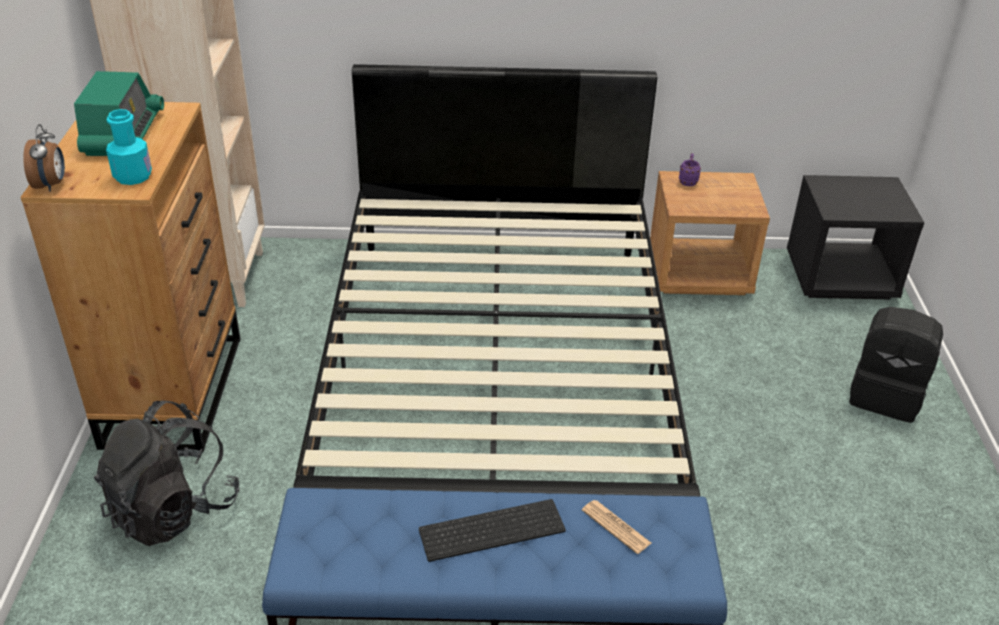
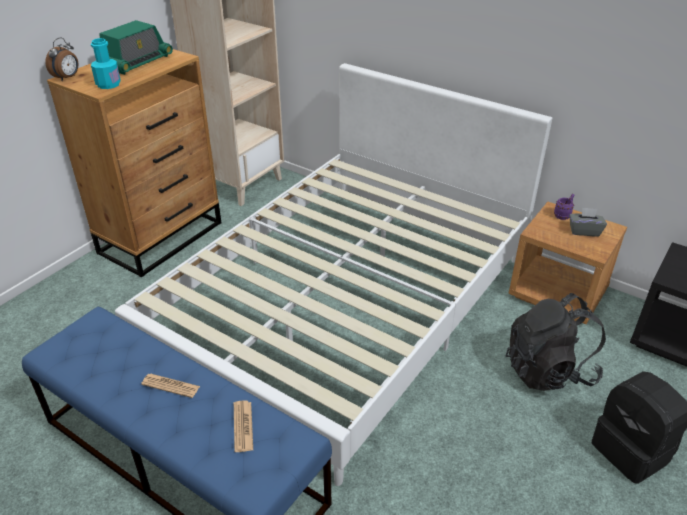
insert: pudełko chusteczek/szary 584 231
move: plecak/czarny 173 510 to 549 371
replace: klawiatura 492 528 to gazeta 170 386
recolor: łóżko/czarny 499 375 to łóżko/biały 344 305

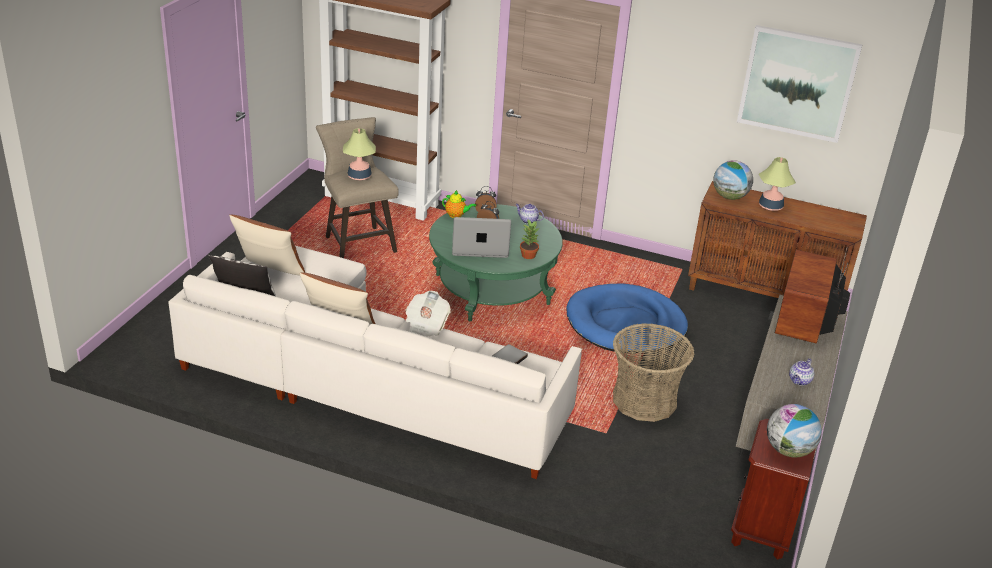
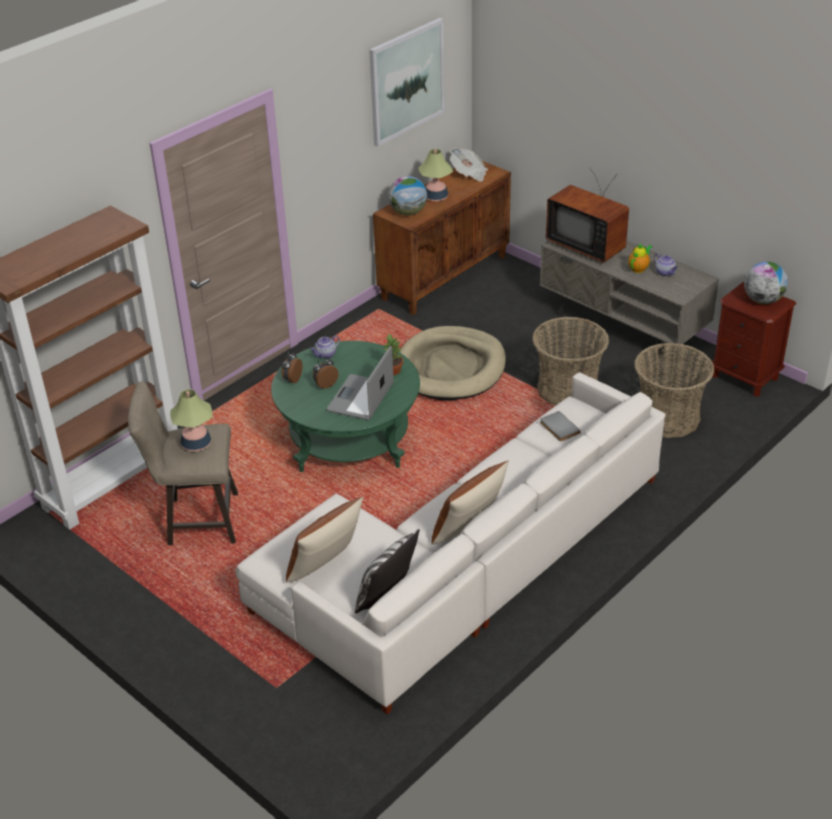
insert: koszyk 668 417
move: gazeta 425 325 to 469 174; imbryk 456 215 to 639 268
recolor: legowisko/niebieski 625 324 to legowisko/beżowy 450 368

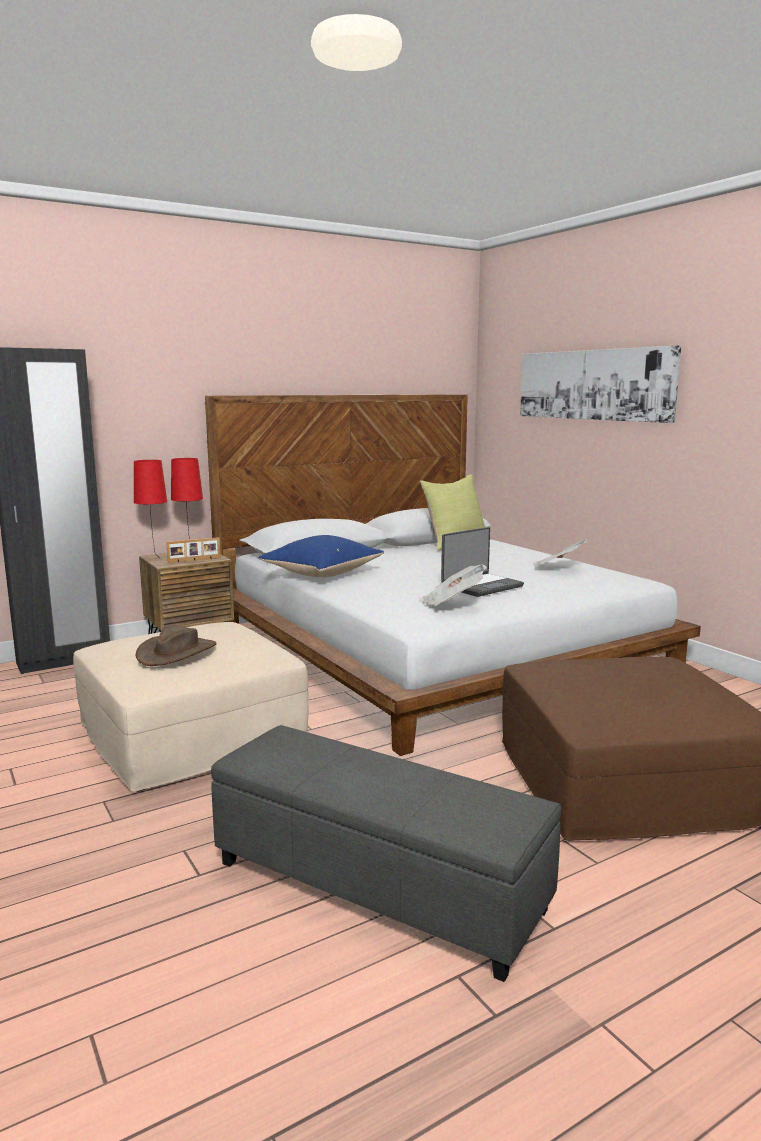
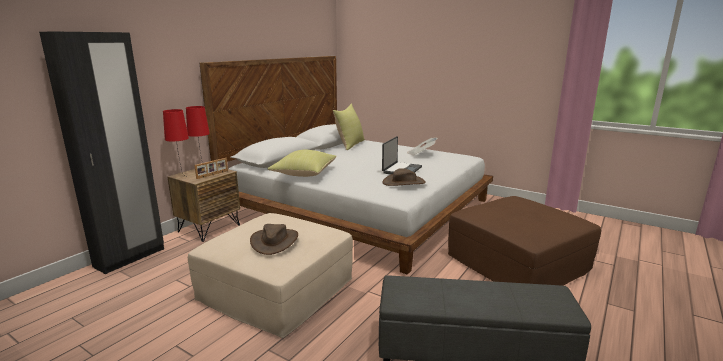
delete: obraz 593 385
replace: gazeta 451 602 to kapelusz/brązowy 404 182
recolor: poduszka/niebieski 322 574 to poduszka/żółty 304 174

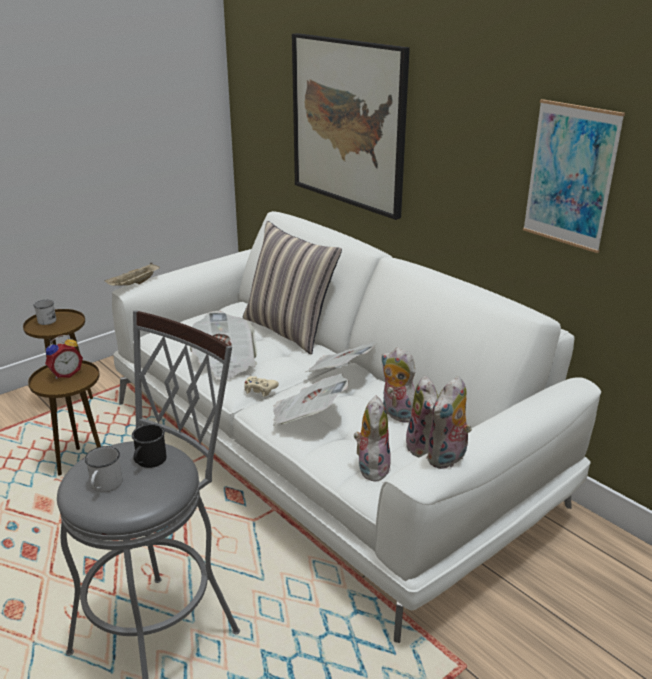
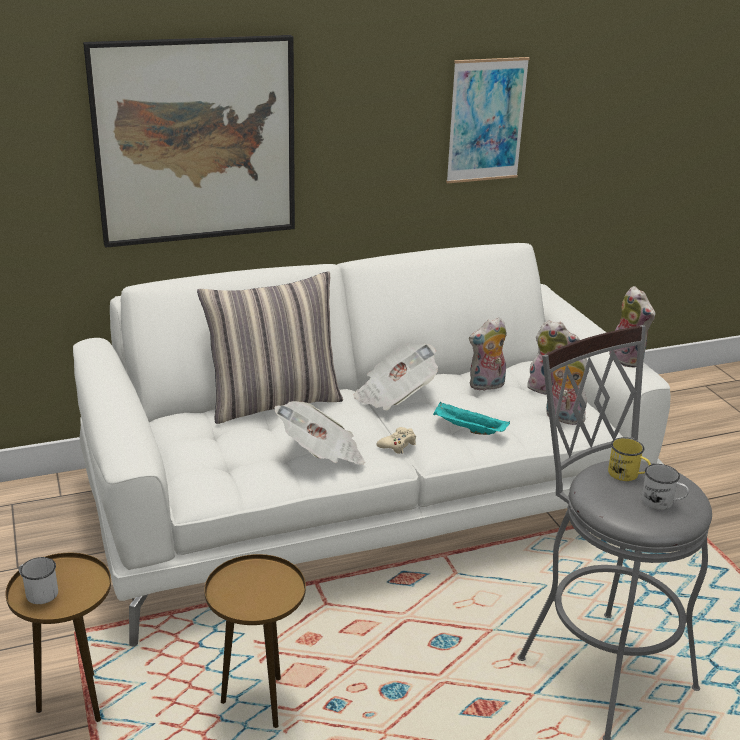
delete: budzik 65 374; taca/beżowy 134 284
replace: gazeta 307 417 to taca/turkusowy 468 429
recolor: kubek/czarny 149 462 to kubek/żółty 627 475

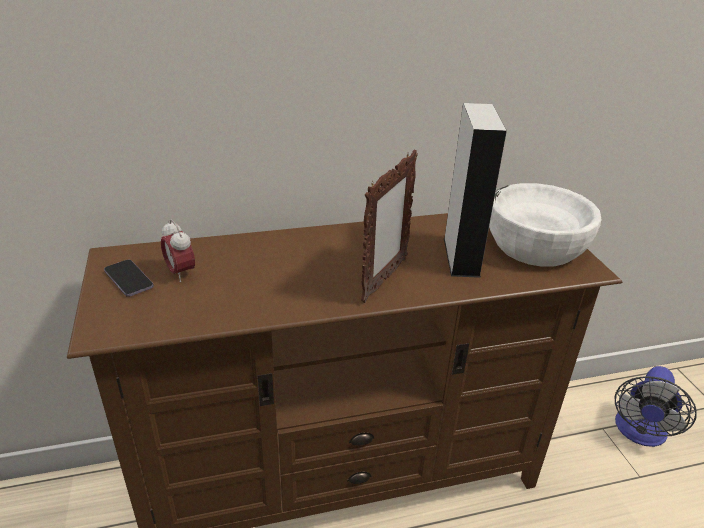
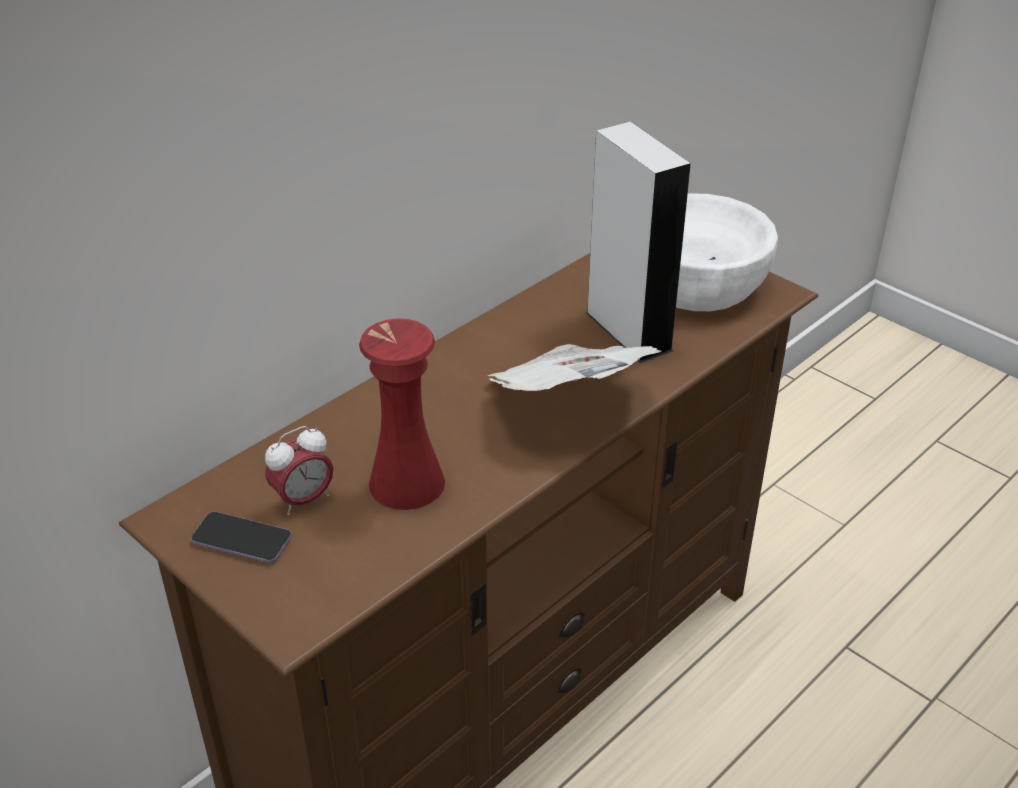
delete: wentylator 639 433
insert: wazon/czerwony 407 483
replace: ramka na zdjęcie 384 280 to gazeta 570 400
rotate: budzik 180 273 = 303 500 60 degrees counterclockwise

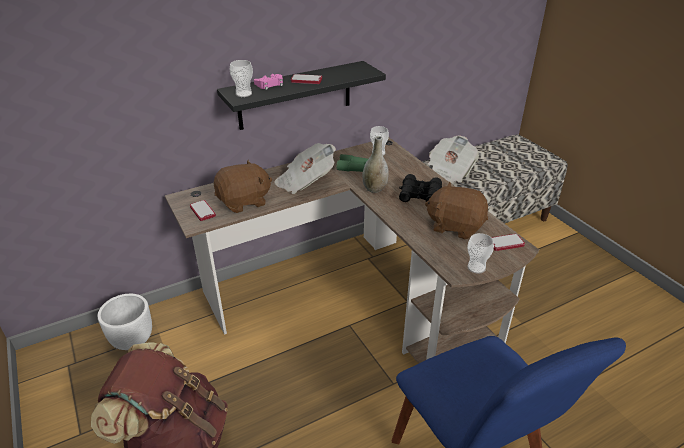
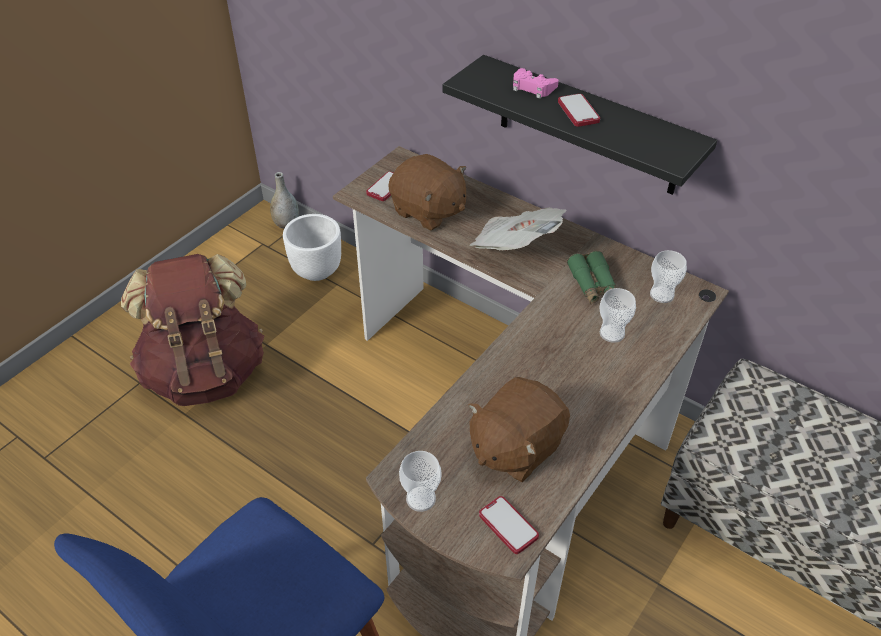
delete: lornetka/czarny 420 195; gazeta 449 172
move: wazon/szary 374 189 to 286 224; filiżanka 243 94 to 612 333
rotate: pluszak/brązowy 455 226 = 515 447 135 degrees counterclockwise

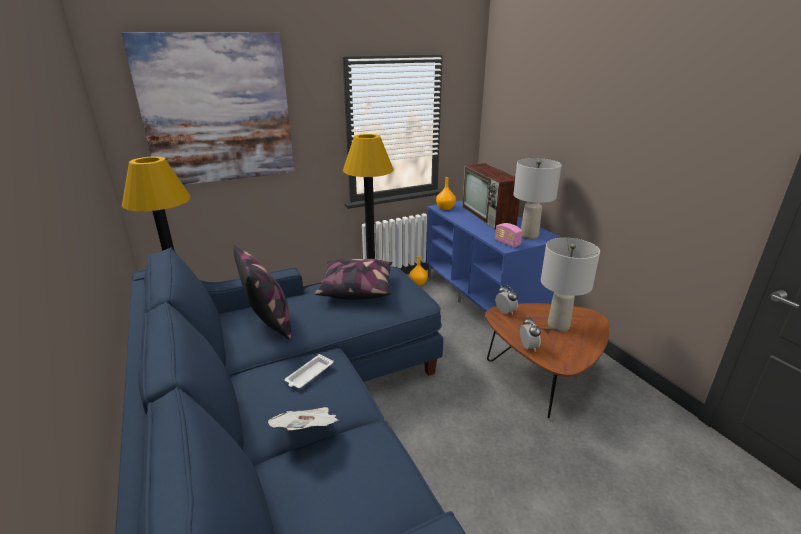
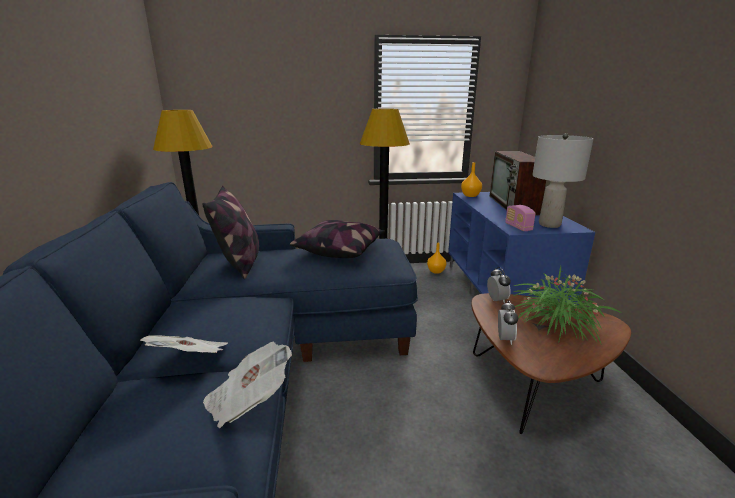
delete: obraz 218 110; taca/biały 309 375
insert: gazeta 249 400
replace: lampa stołowa/szary 557 326 to roślina doniczkowa 556 325

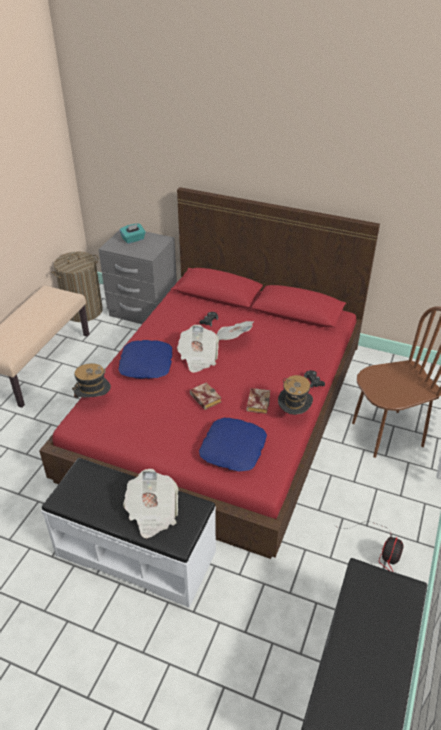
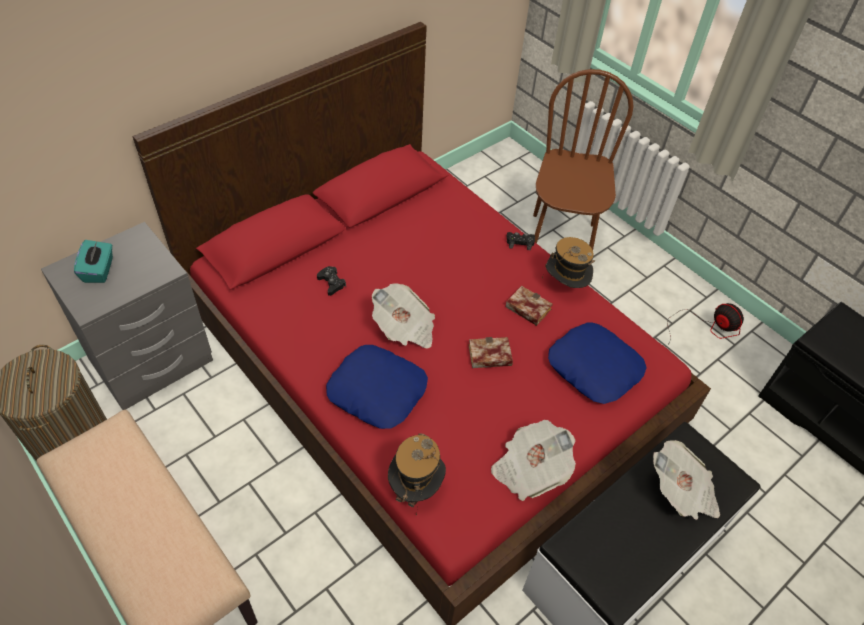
move: gazeta 232 339 to 529 469

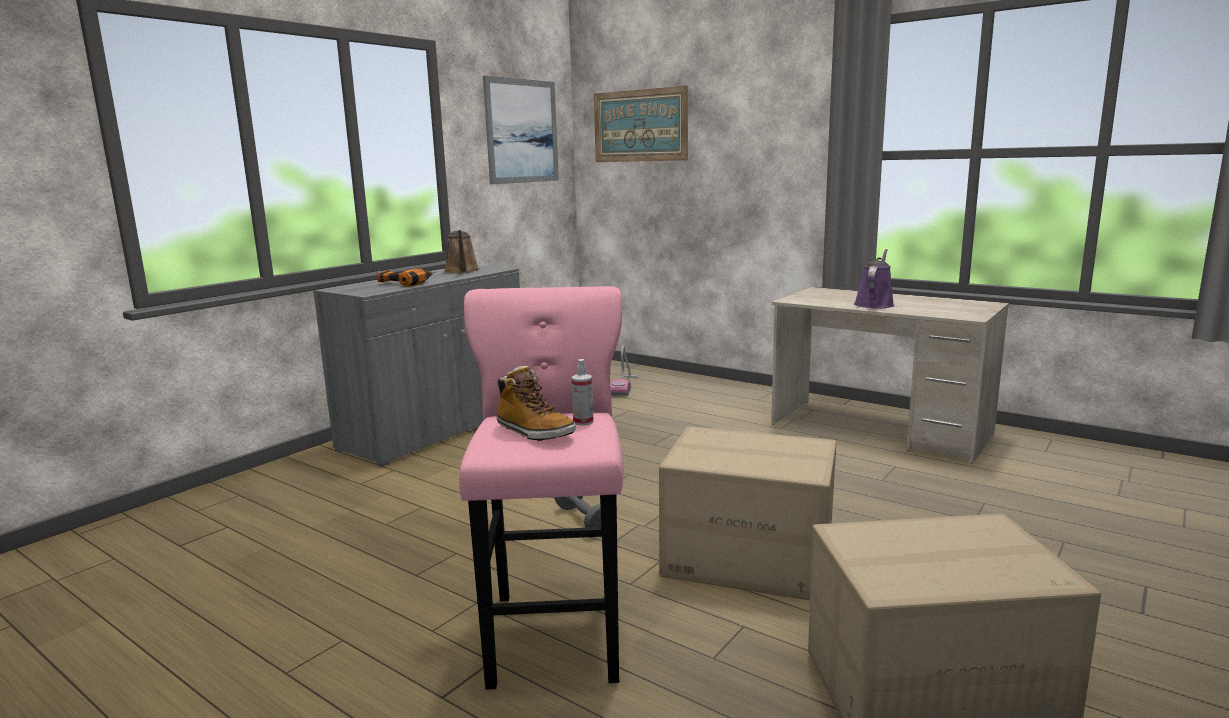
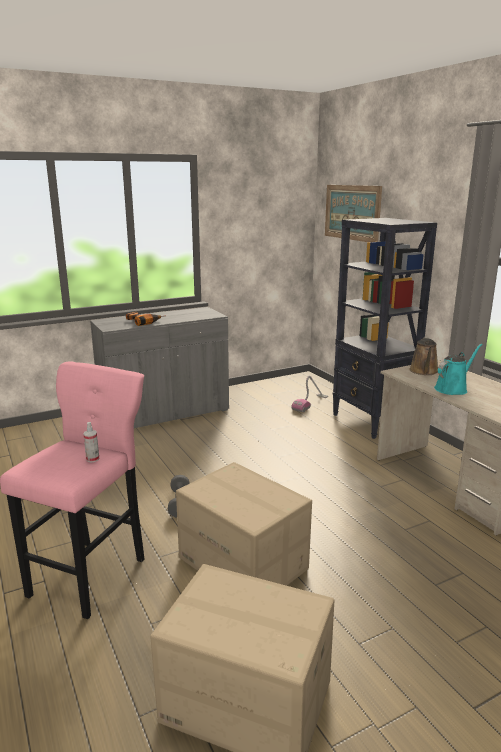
delete: obraz 522 131; but z cholewką 534 432
insert: regał/czarny 372 421
move: konewka/brązowy 462 271 to 424 371
recolor: konewka/fioletowy 874 304 to konewka/turkusowy 452 388

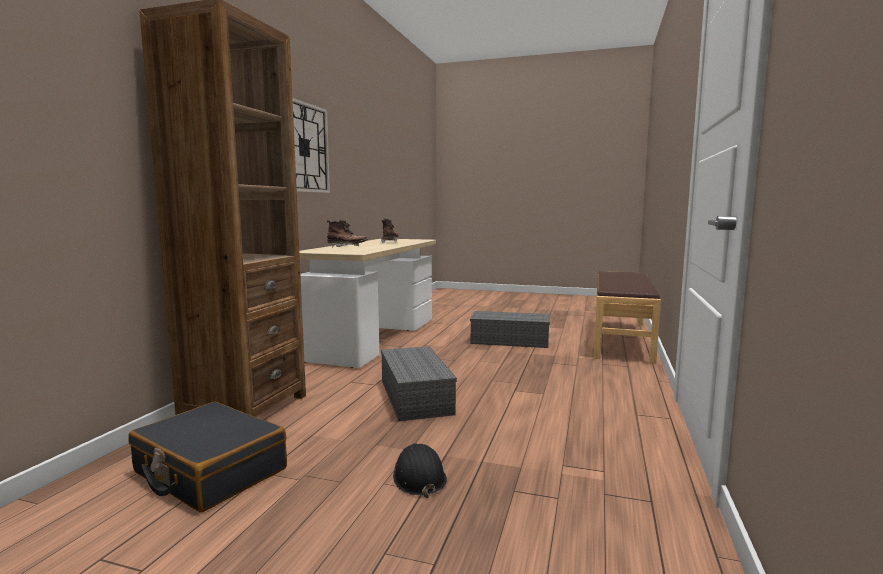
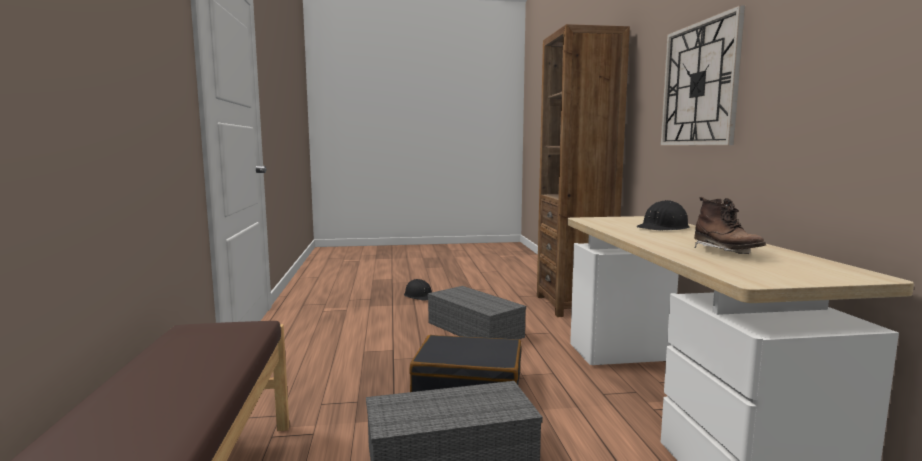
move: walizka/czarny 209 471 to 468 385
replace: but z cholewką/brązowy 347 247 to kask/czarny 663 227

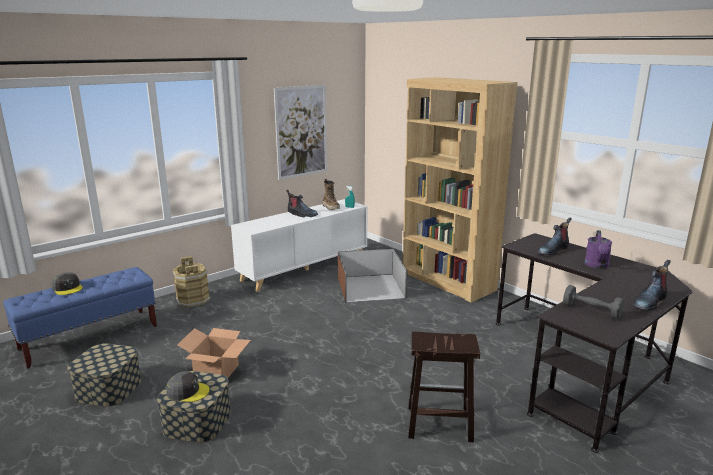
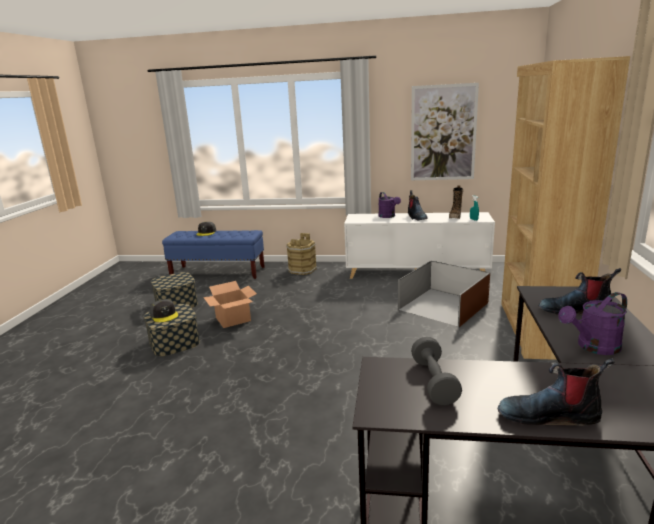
delete: stołek/brązowy 438 423
insert: konewka/fioletowy 388 216

